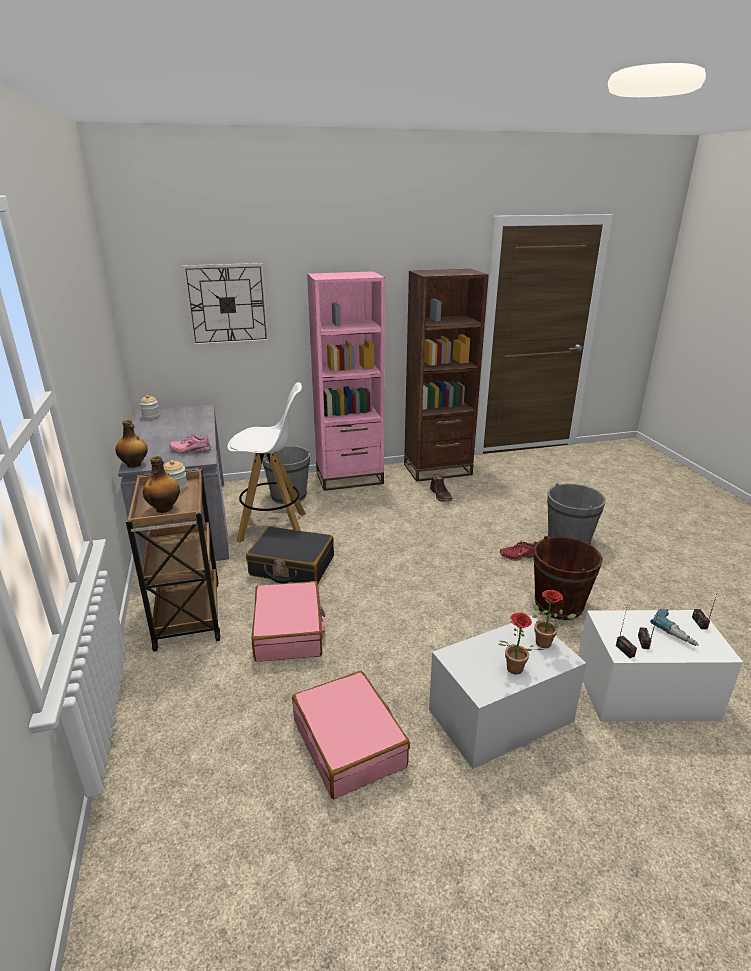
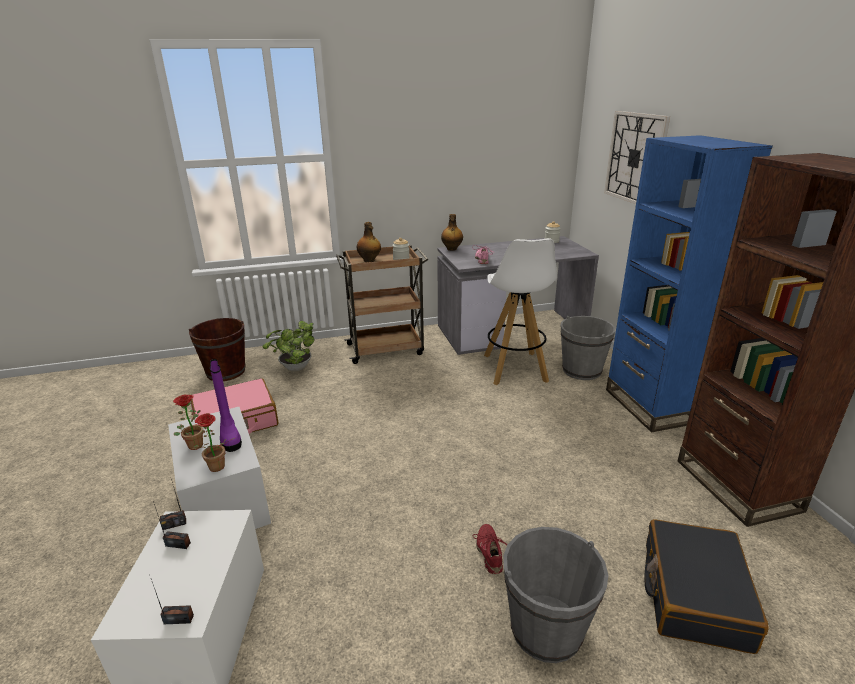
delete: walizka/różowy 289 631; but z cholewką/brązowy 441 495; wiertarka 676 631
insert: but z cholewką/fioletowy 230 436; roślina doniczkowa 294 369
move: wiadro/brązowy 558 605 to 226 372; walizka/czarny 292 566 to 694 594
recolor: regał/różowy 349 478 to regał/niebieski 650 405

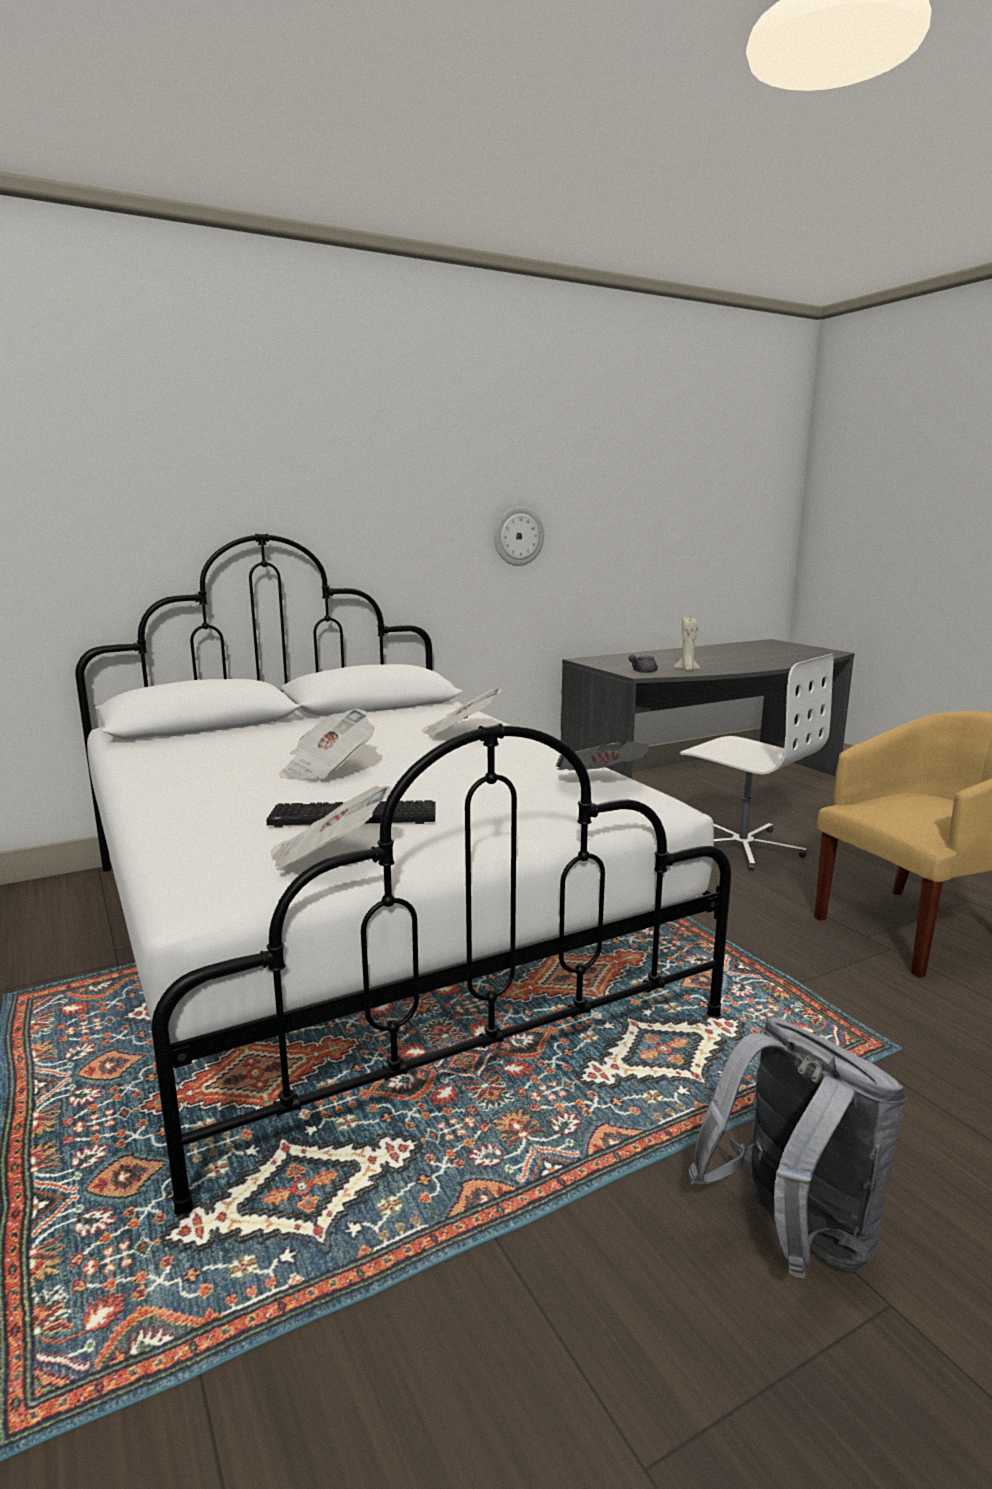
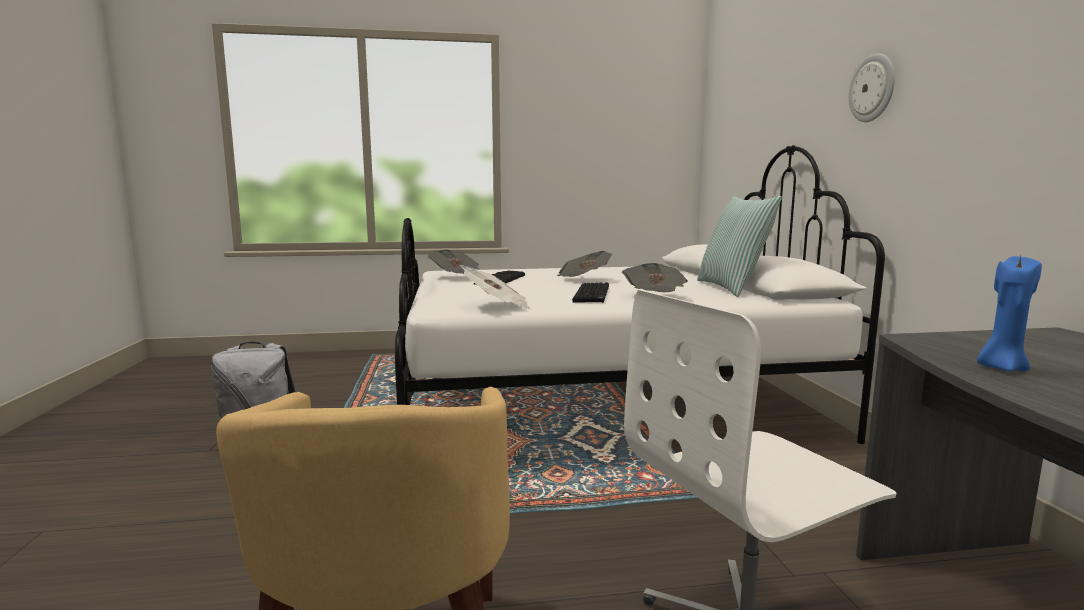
delete: imbryk/szary 641 671
insert: klawiatura 593 294; poduszka 732 288
move: zegar ścienny 518 536 to 872 88
recolor: świeca/beżowy 687 670 to świeca/niebieski 1001 368

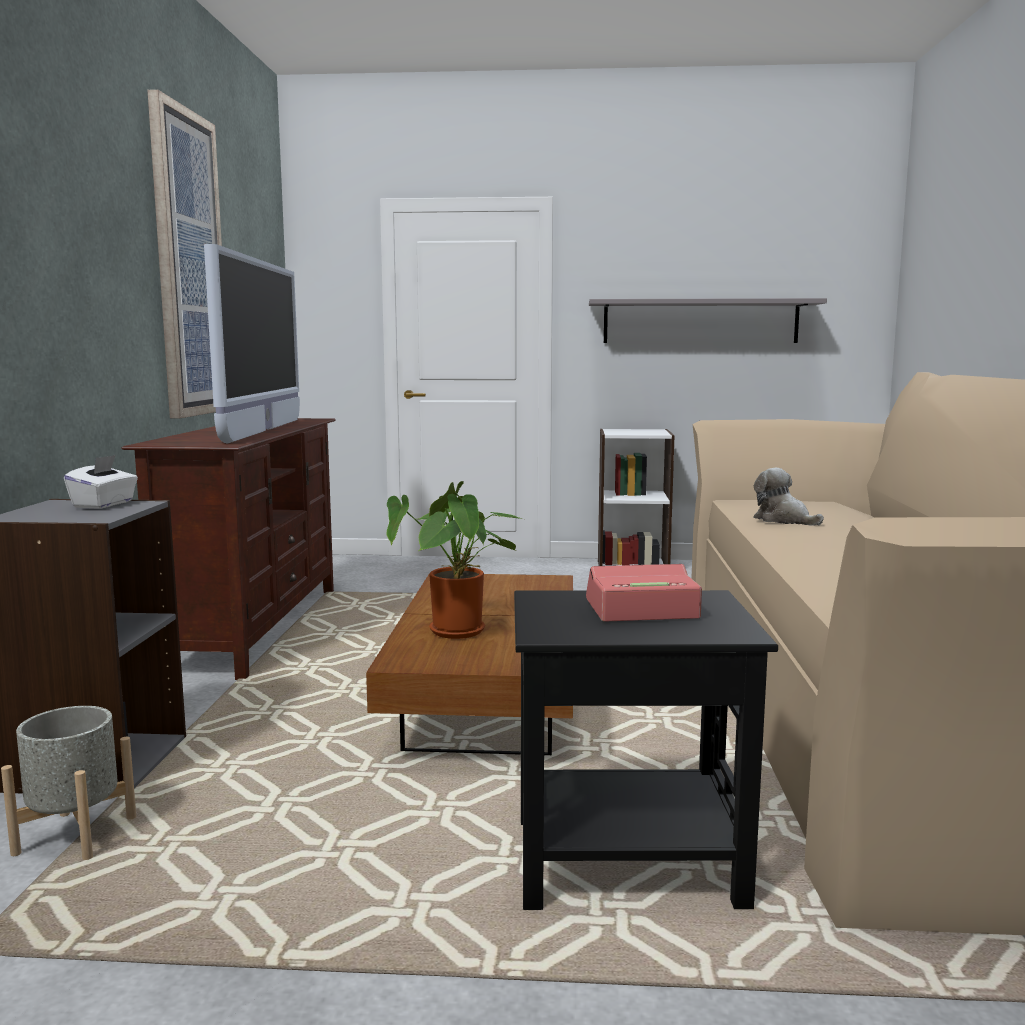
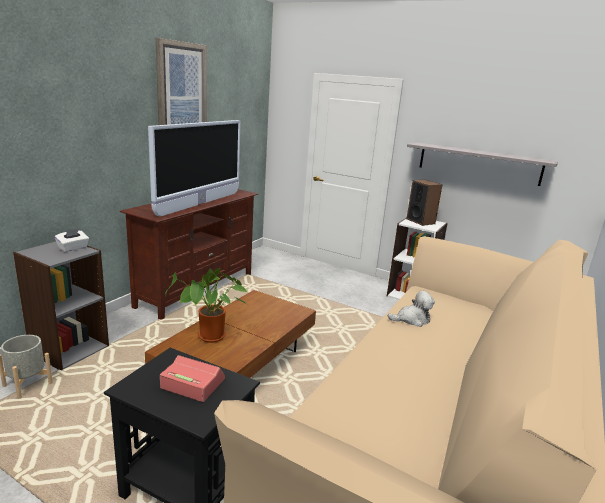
insert: głośnik 420 221
rotate: pluszak 784 520 = 412 319 90 degrees clockwise

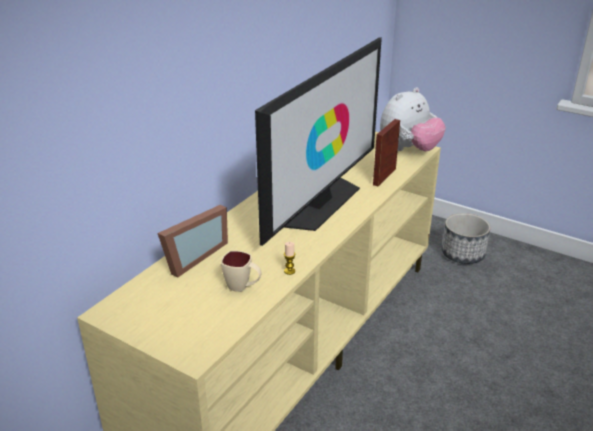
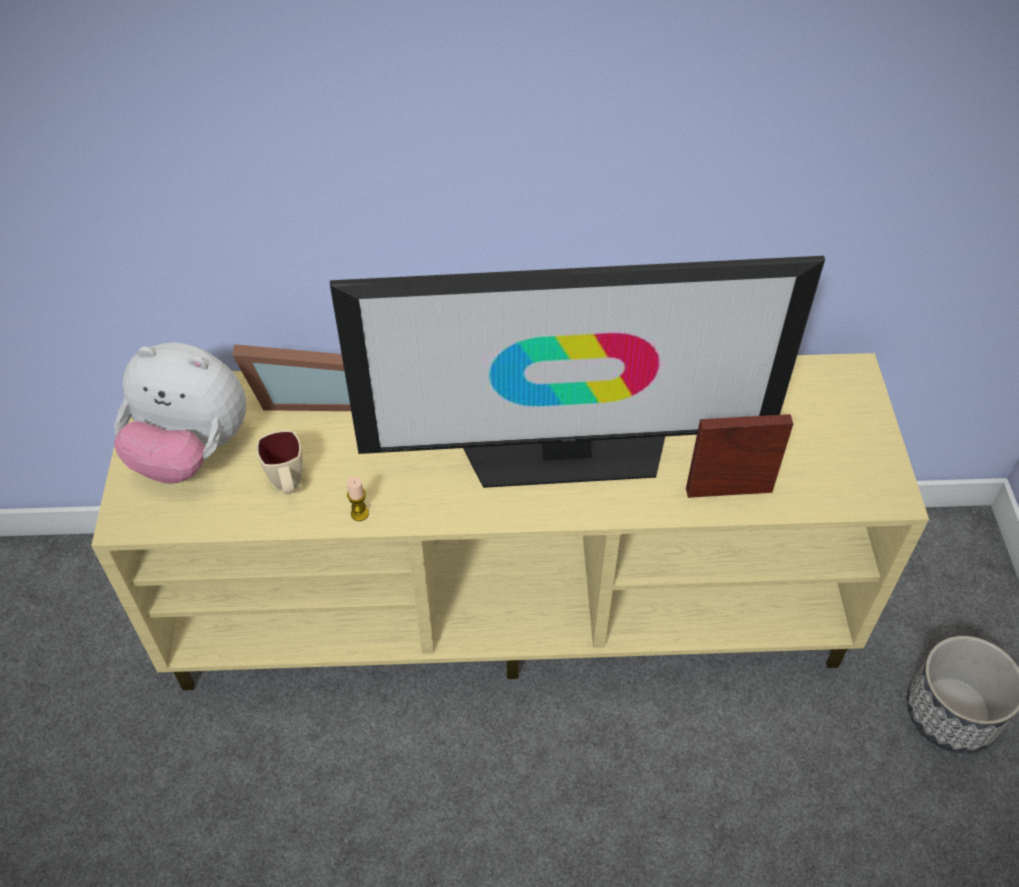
move: pluszak 409 150 to 191 451

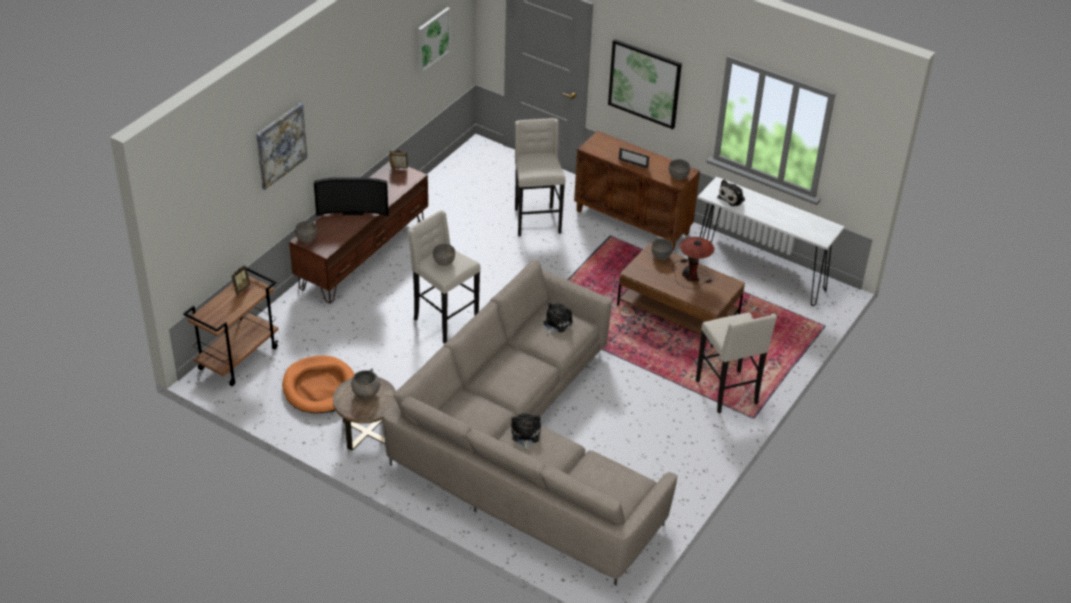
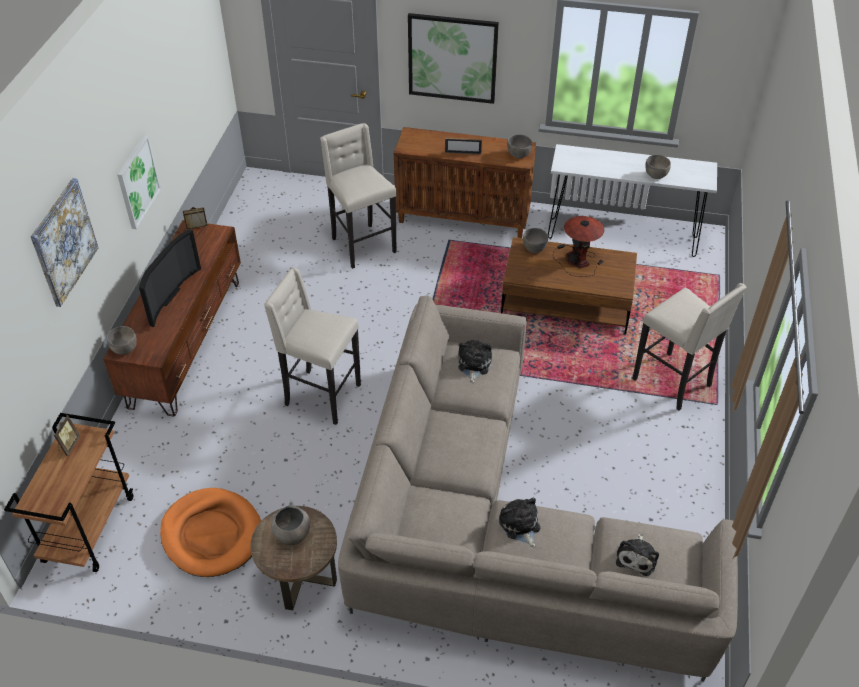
move: obraz 433 39 to 137 181; pluszak 732 198 to 637 557; miska/szary 444 262 to 656 175
rotate: telewizor 353 211 = 166 296 45 degrees counterclockwise

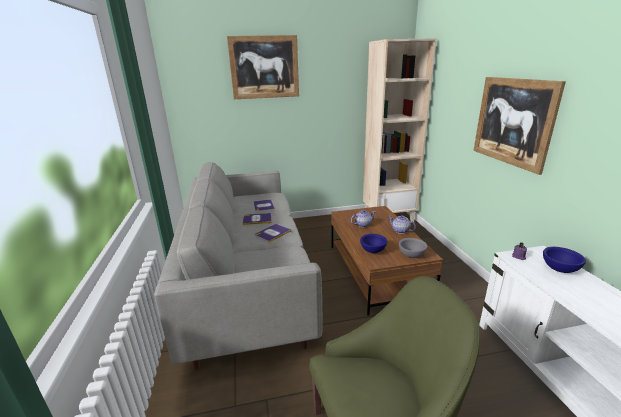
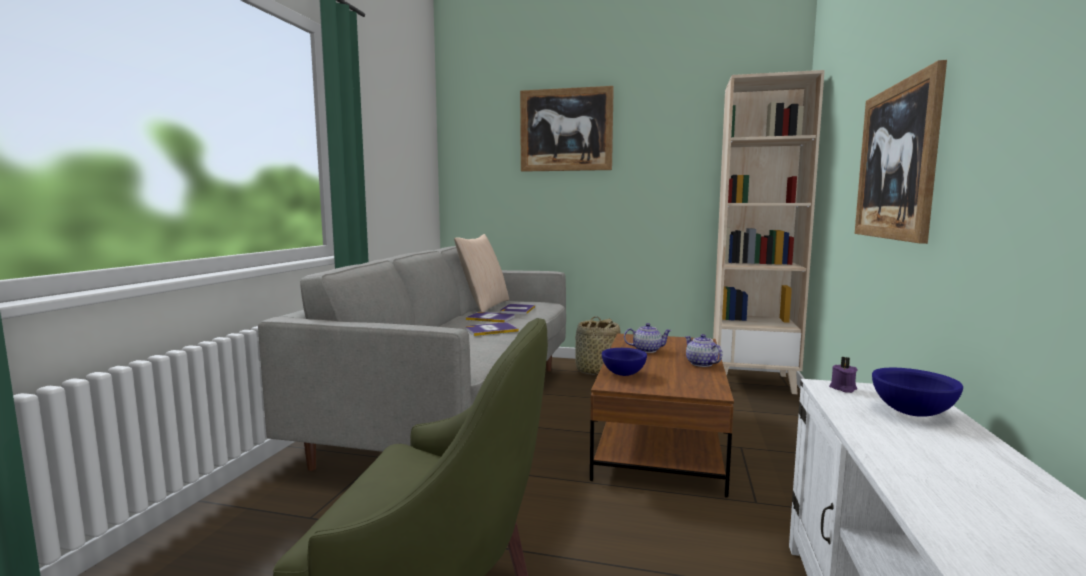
delete: miska/szary 411 255
insert: poduszka/beżowy 484 306; koszyk 597 371

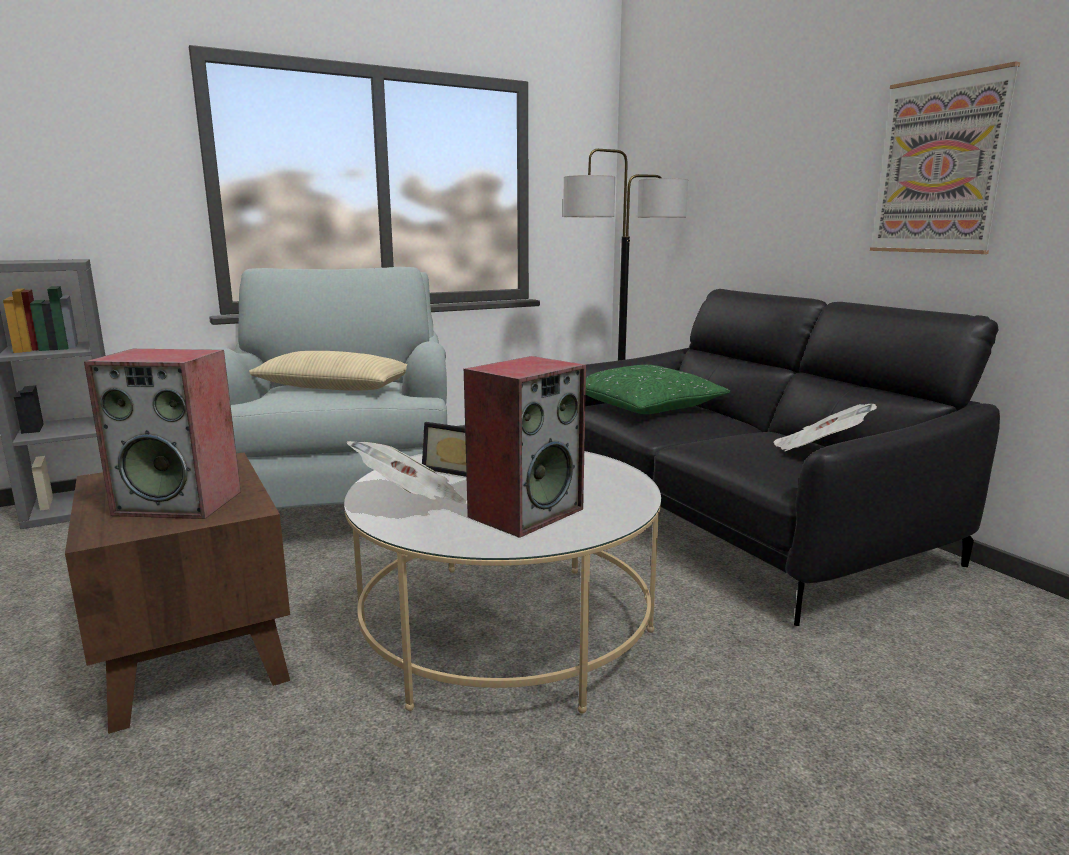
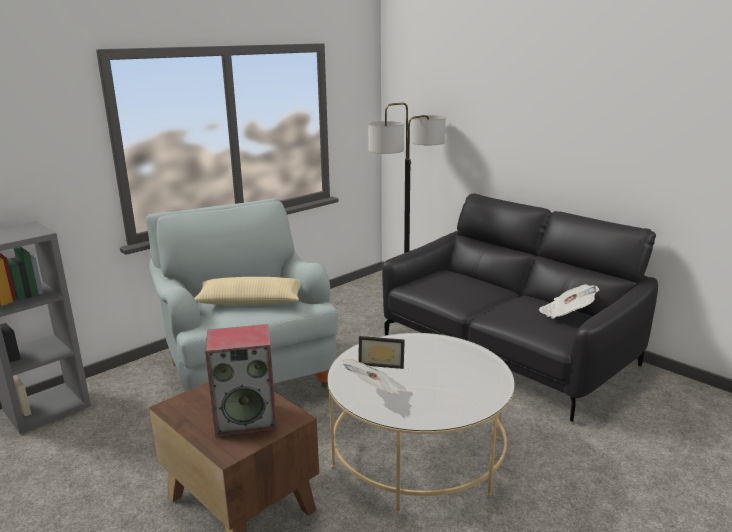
delete: głośnik 526 512; poduszka/zielony 646 406; obraz 939 166

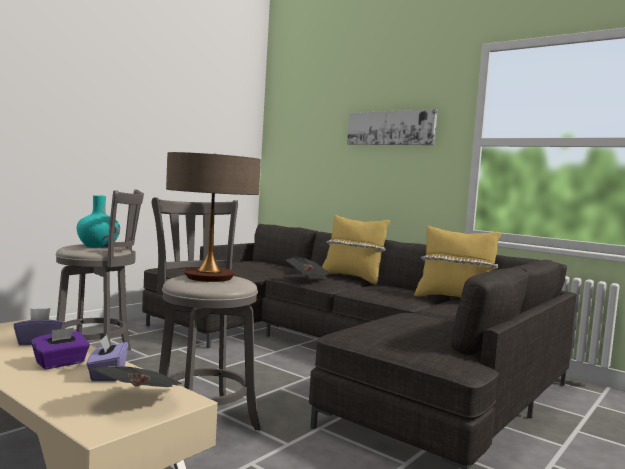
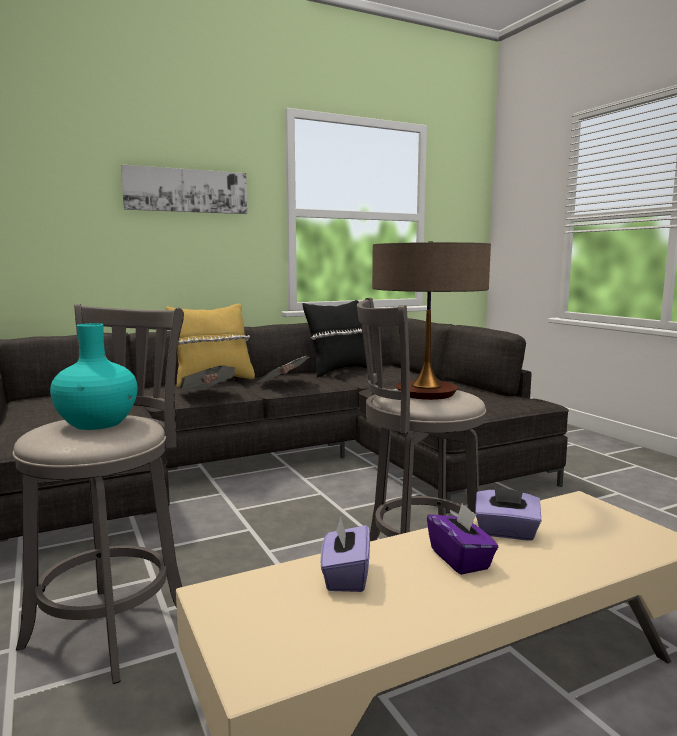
move: gazeta 139 401 to 283 384
recolor: poduszka/żółty 454 300 to poduszka/czarny 339 371

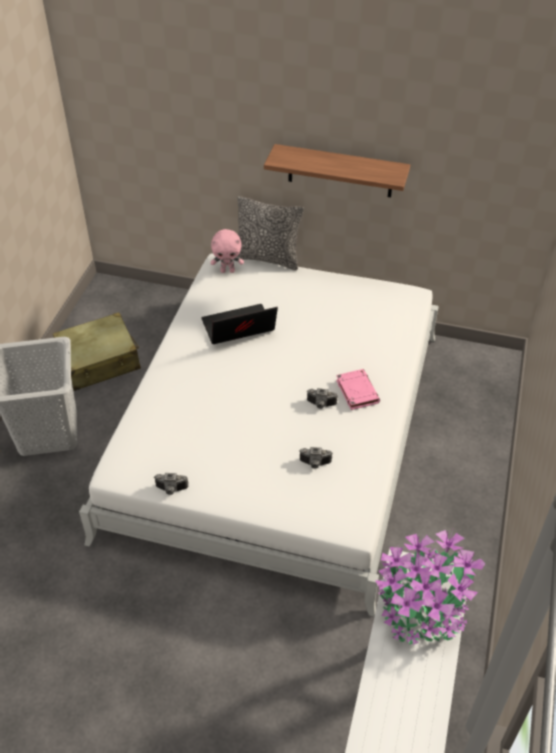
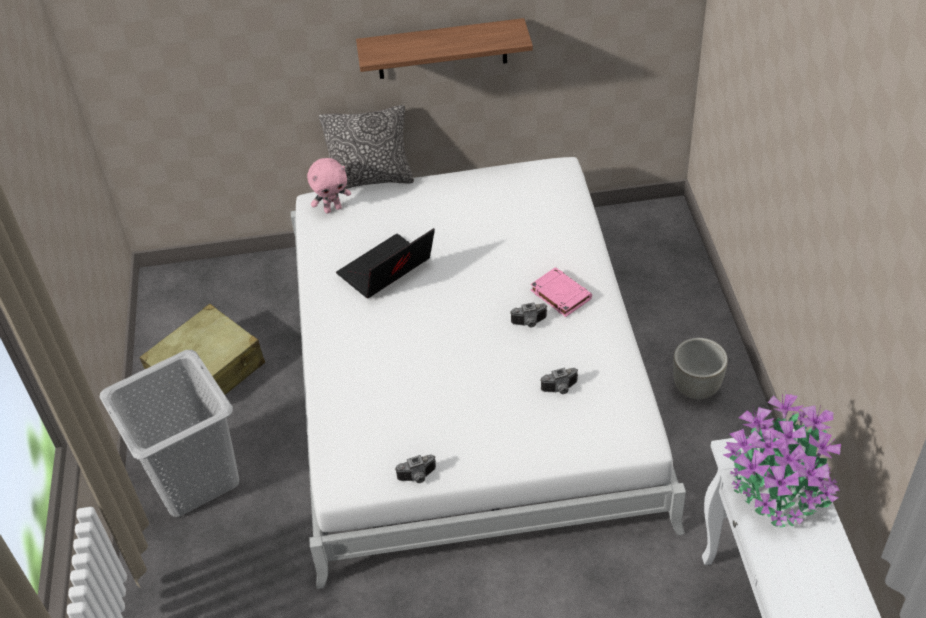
insert: donica/szary 695 388

